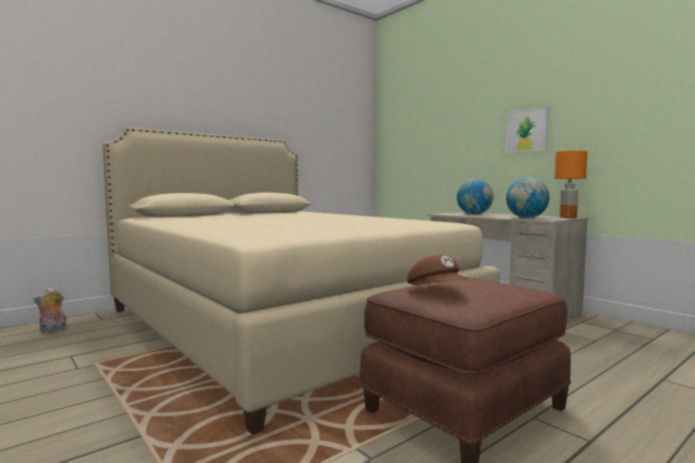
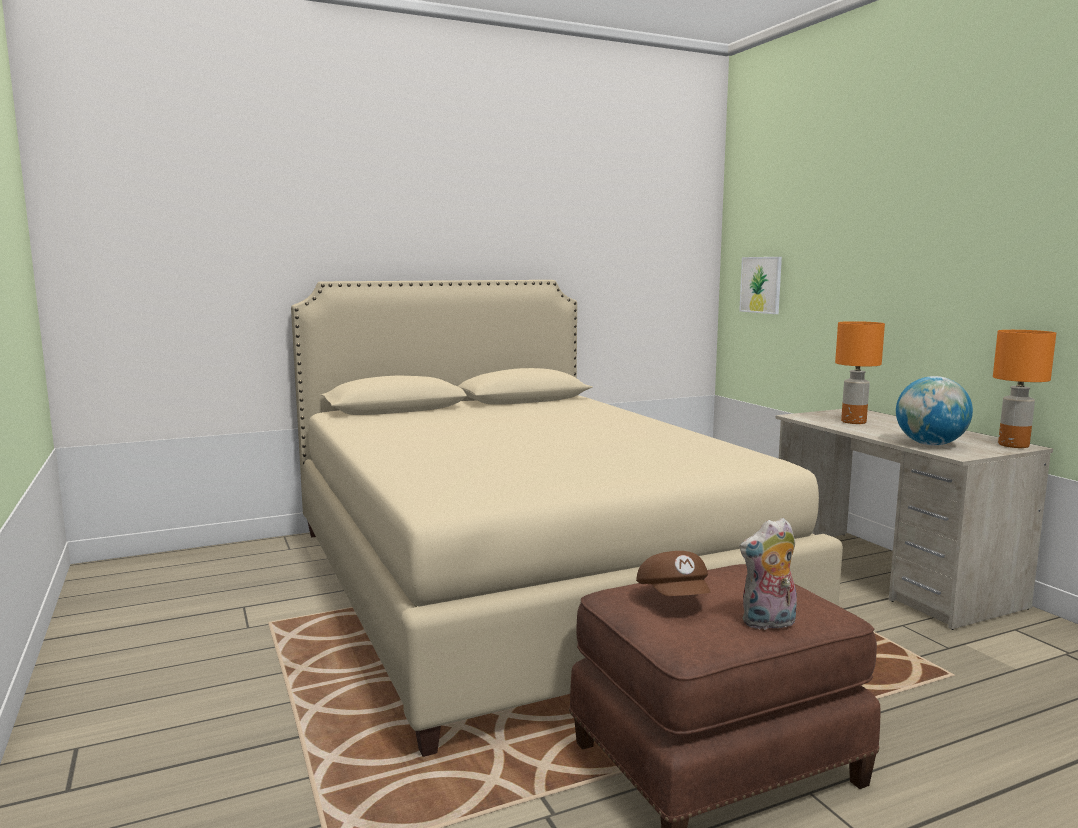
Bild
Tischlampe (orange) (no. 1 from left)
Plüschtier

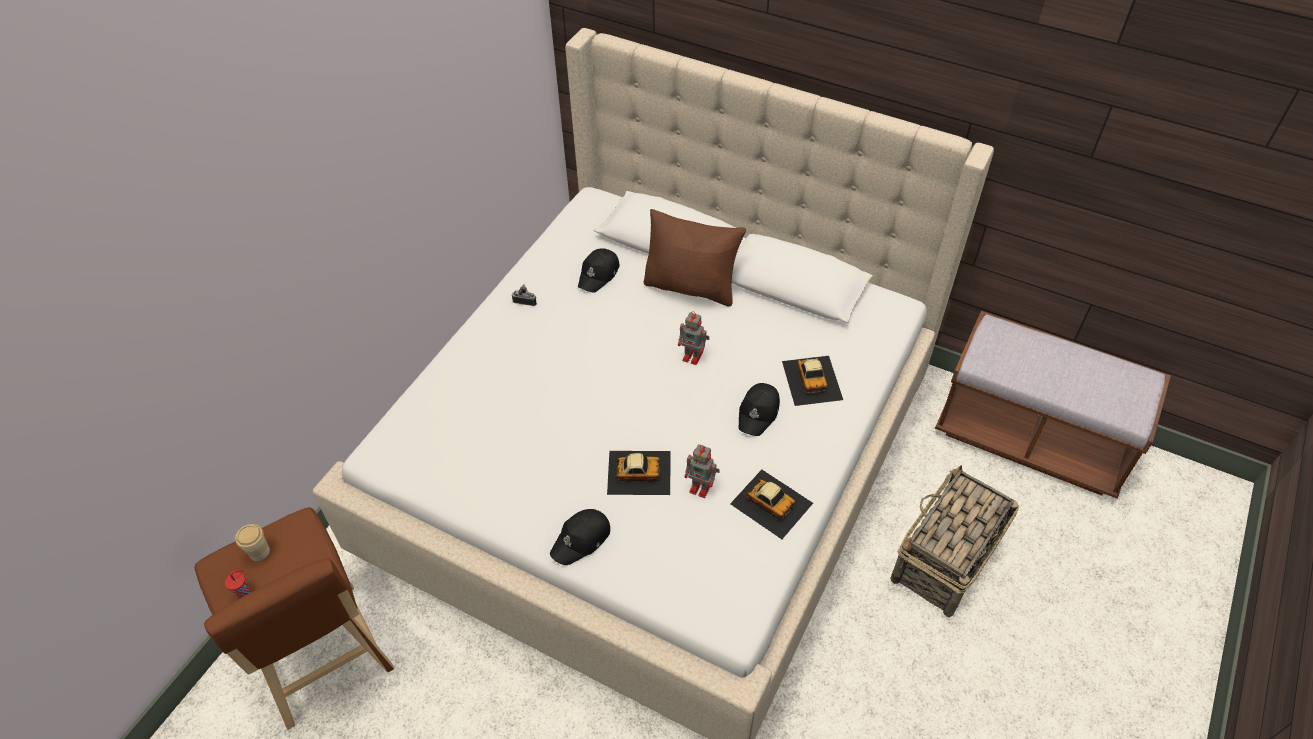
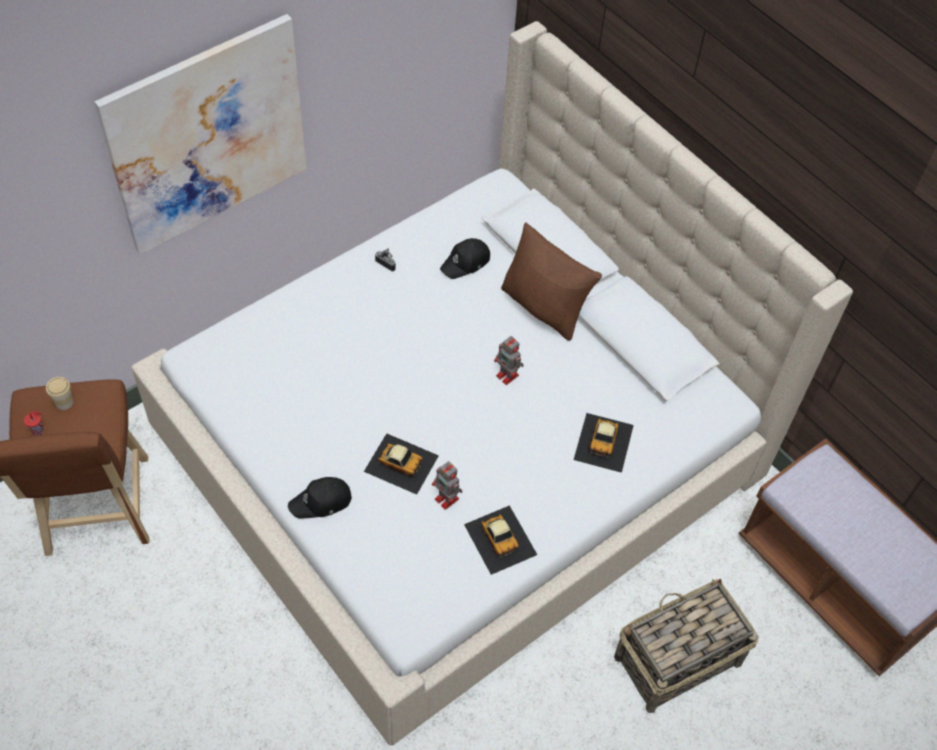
Kappe (schwarz) (no. 3 from left in the first image)
Bild

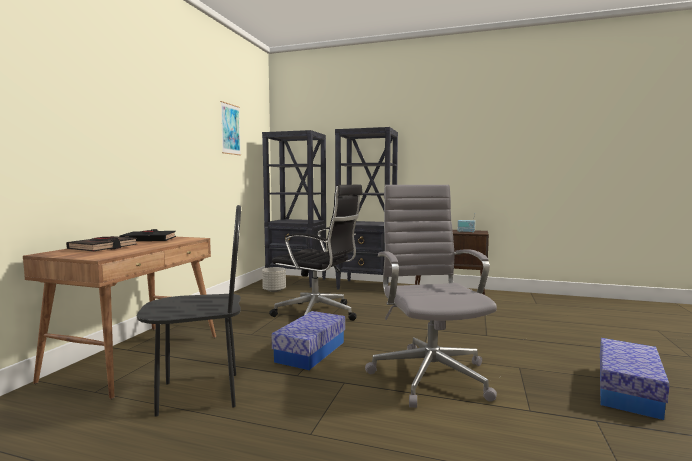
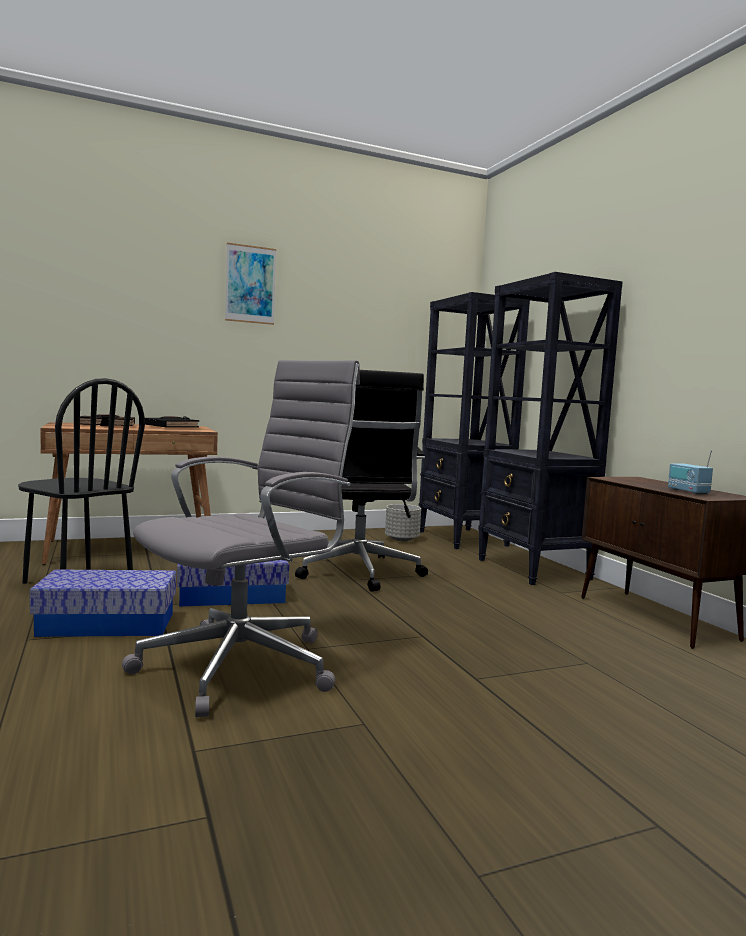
Bild
Aufbewahrungsbox (no. 1 from left)

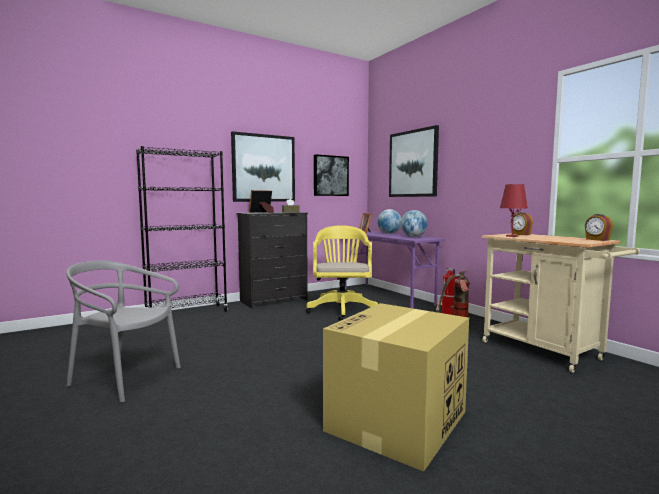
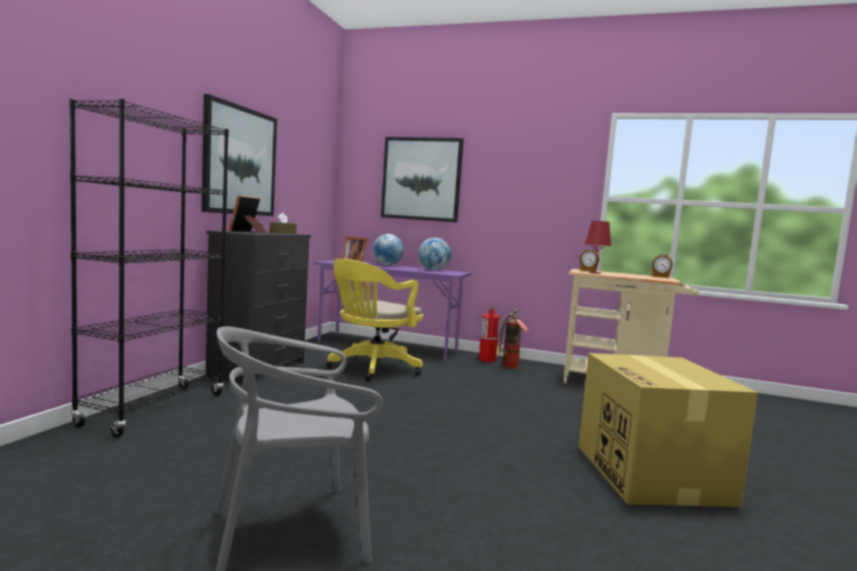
Bild (no. 2 from left in the first image)
Bürostuhl (gelb)

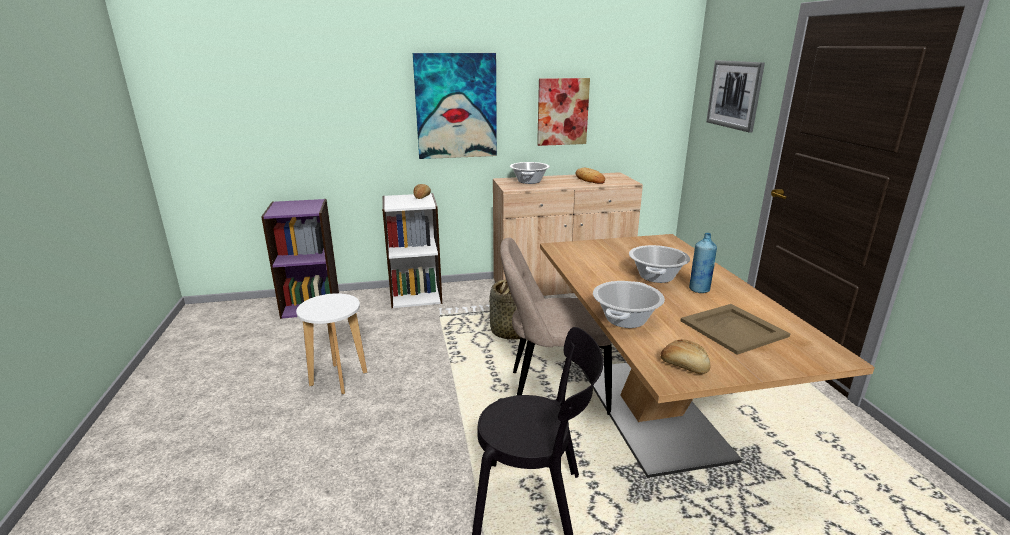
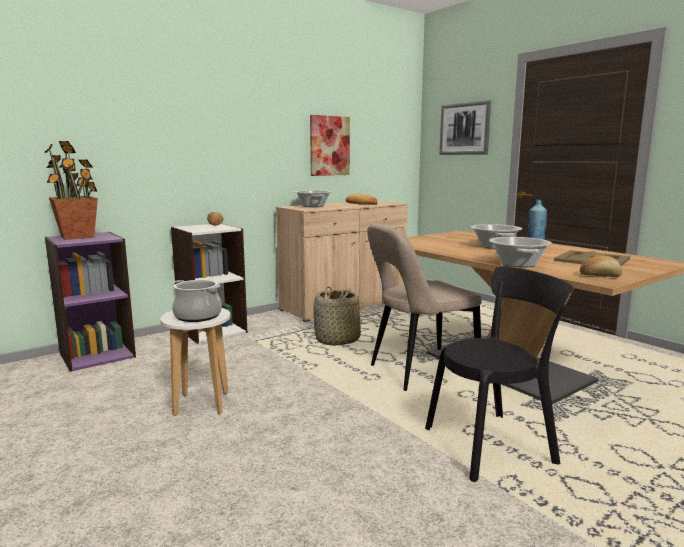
Bild (no. 1 from left in the first image)
Topfpflanze
Kochtopf (no. 1 from left)

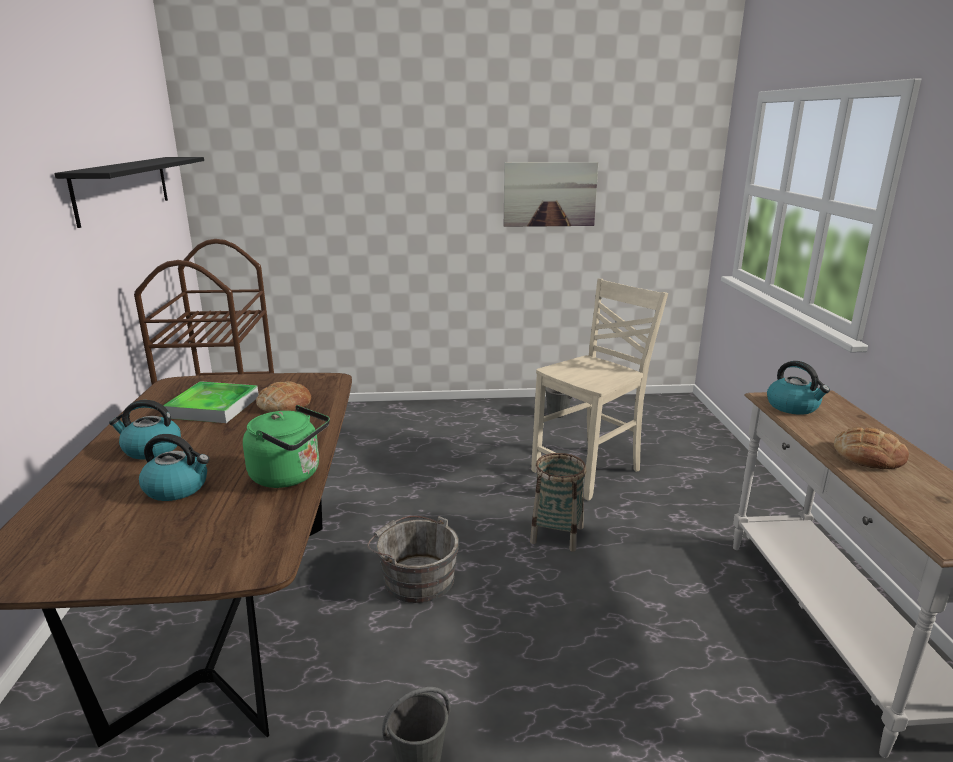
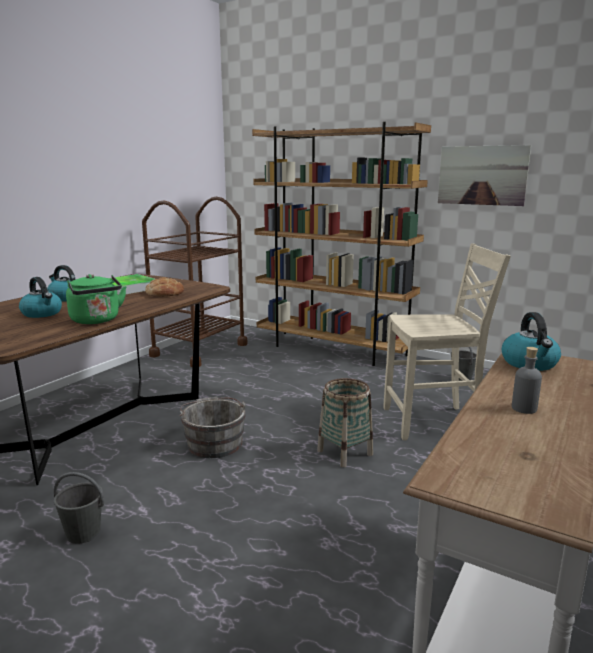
Wandregal (schwarz)
Flasche (grau)
Bücherregal (braun)

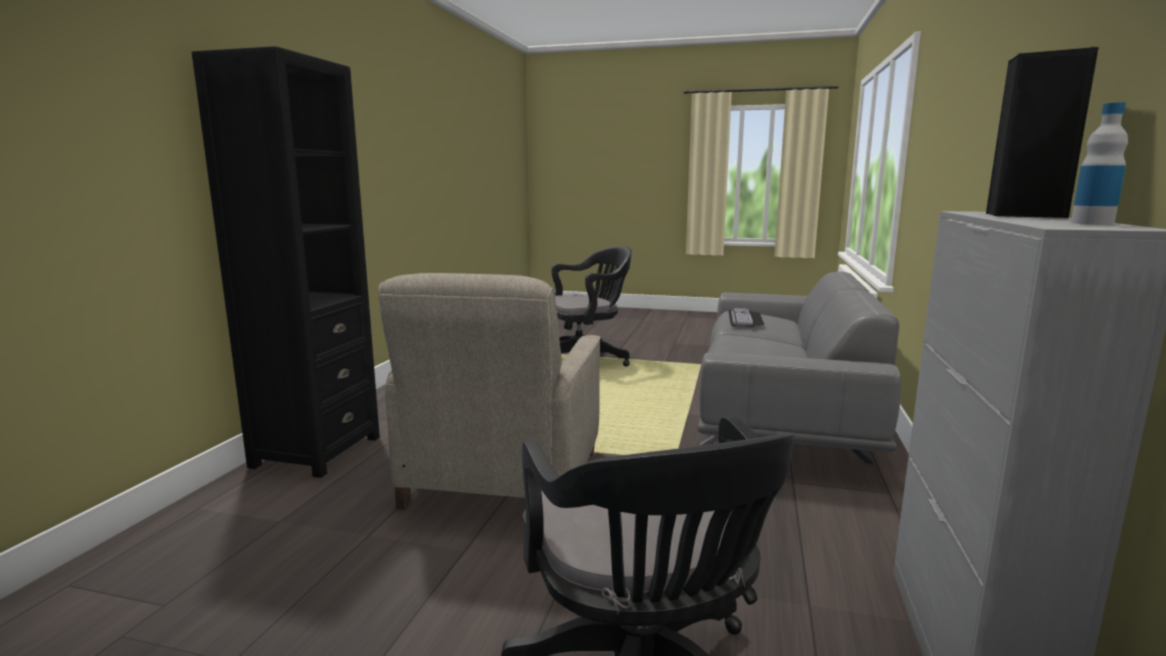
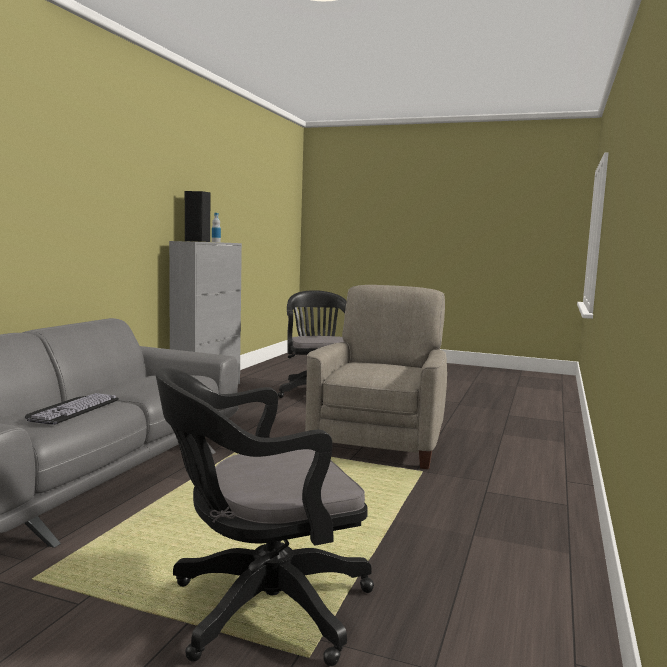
Bücherregal (schwarz)

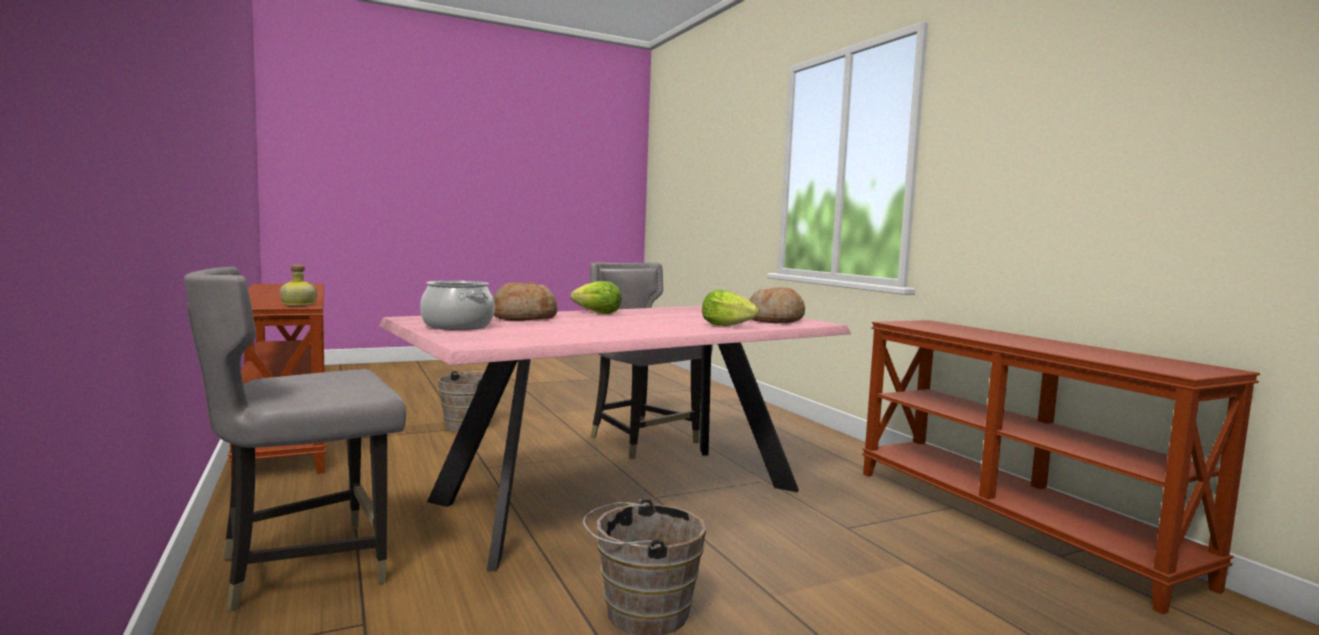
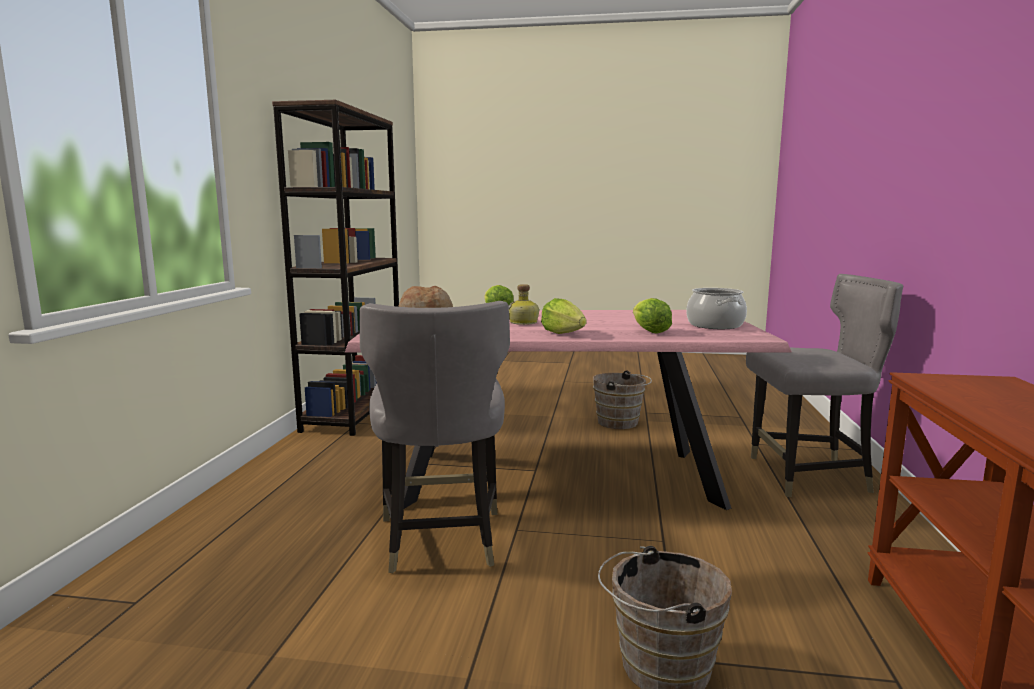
Flasche
Salatkopf (no. 3 from left)
Bücherregal (braun)

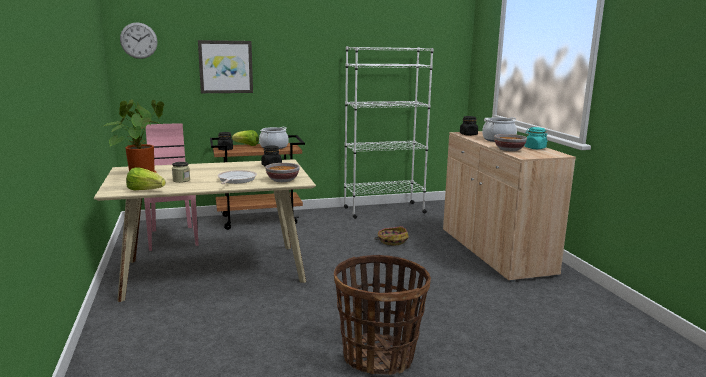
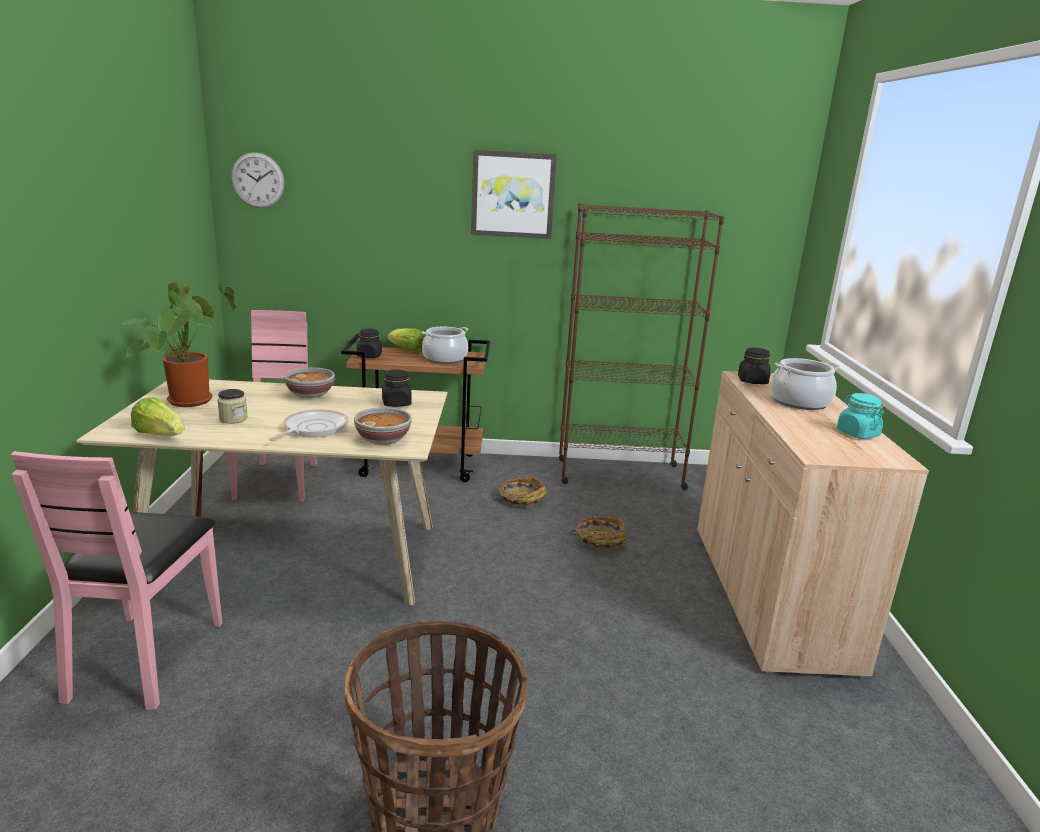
Bild
Bücherregal (braun)
Schüssel (no. 1 from left)
Stuhl (rosa) (no. 1 from left)
Korb (no. 2 from left)

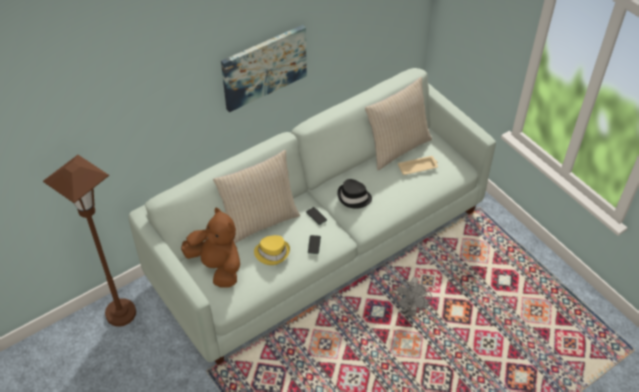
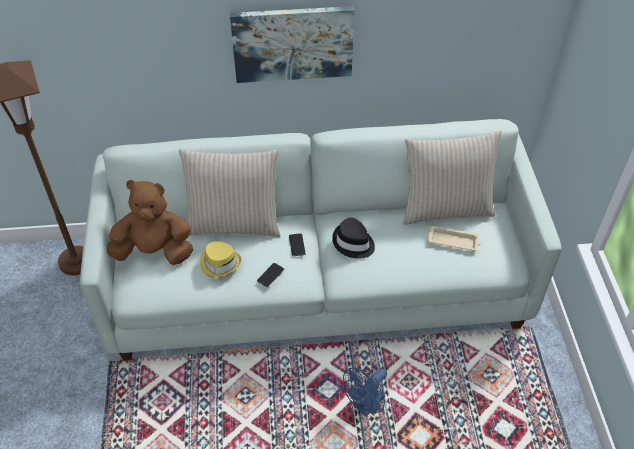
Plüschtier (braun)
Ventilator (blau)

